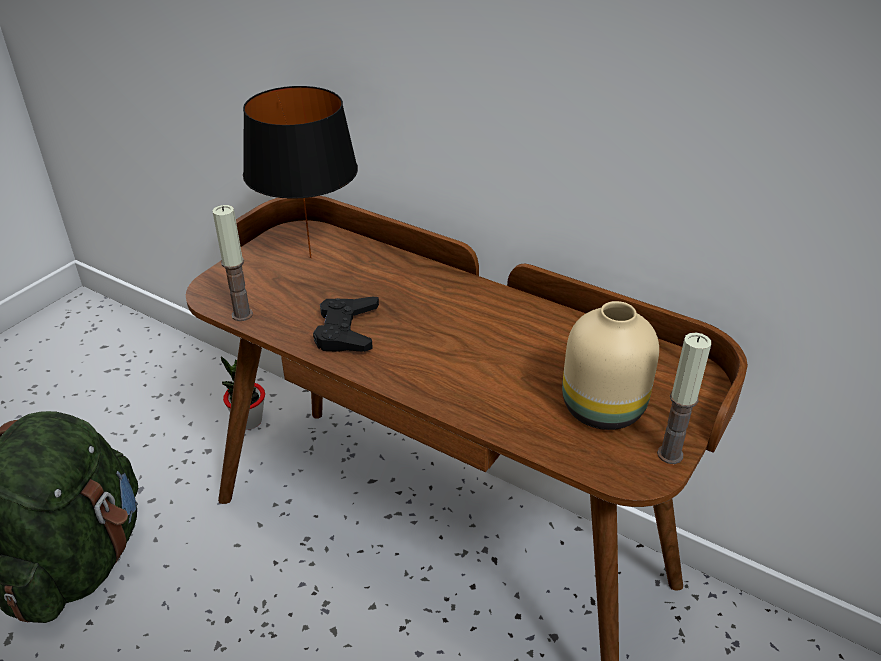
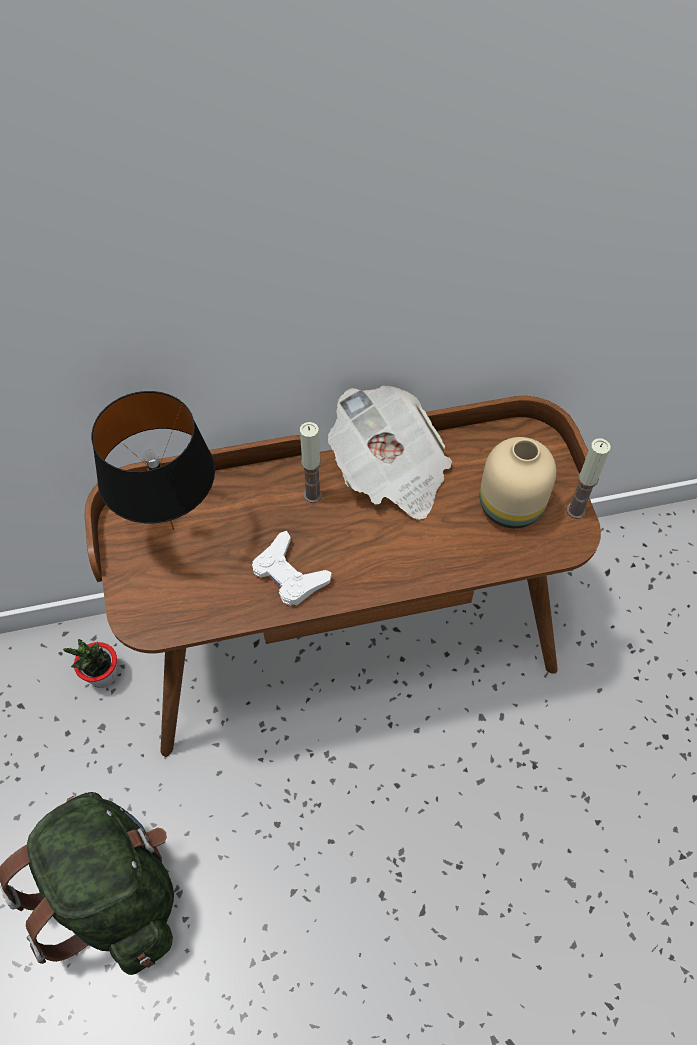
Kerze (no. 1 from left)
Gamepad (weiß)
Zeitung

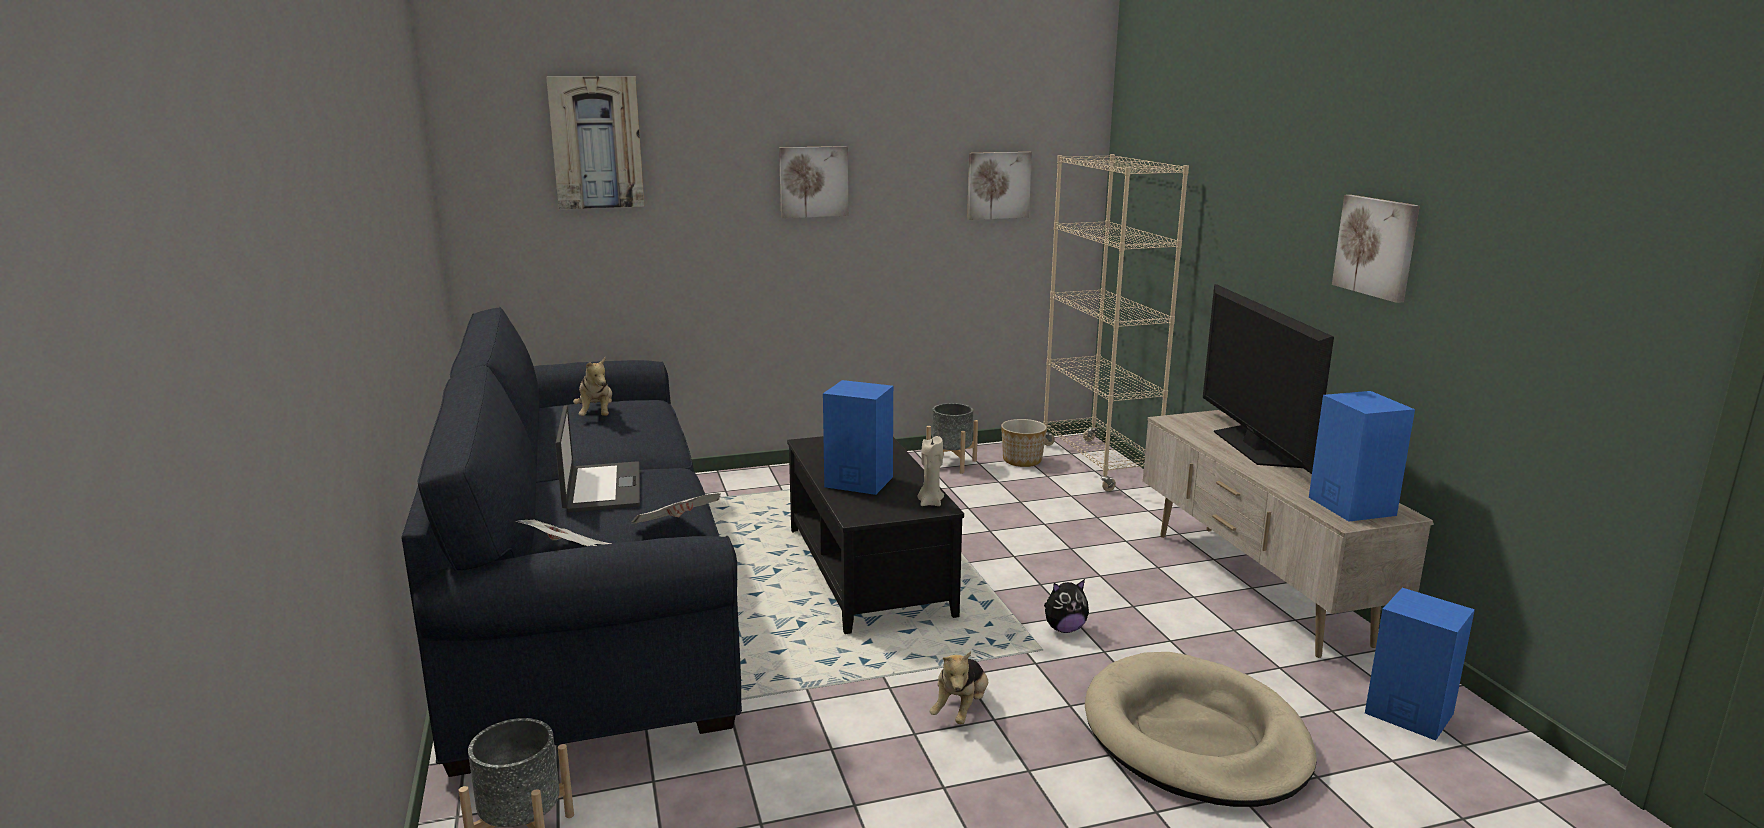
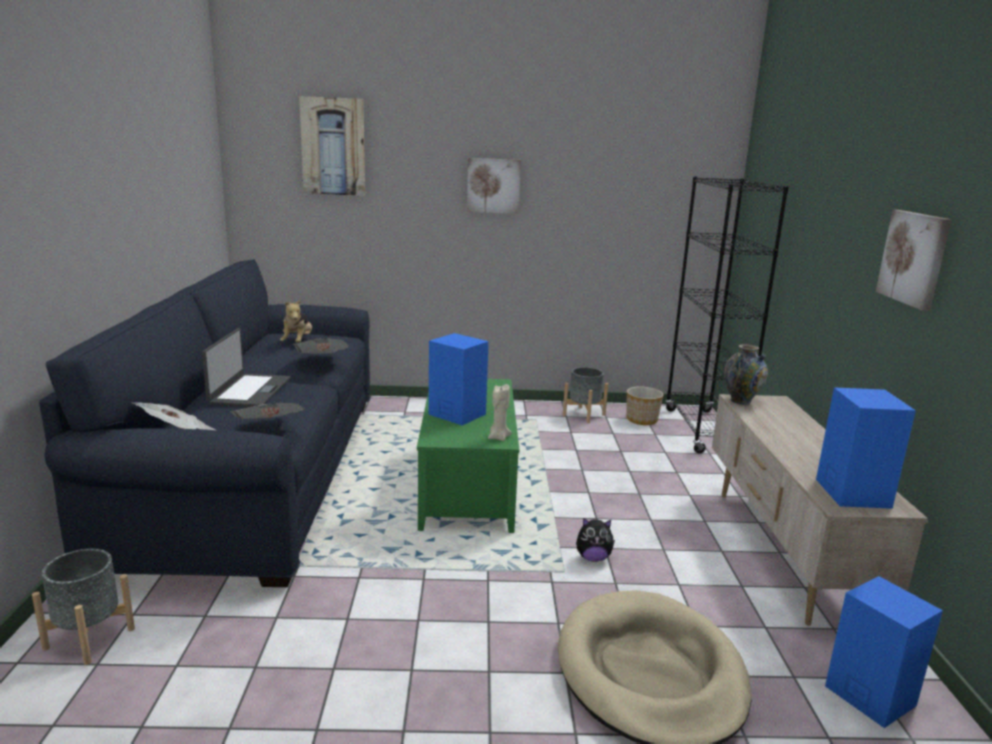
Bild (no. 3 from left in the first image)
Bücherregal (schwarz)
Fernseher
Couchtisch (grün)
Plüschtier (no. 2 from left in the first image)
Zeitung (no. 3 from left)
Vase

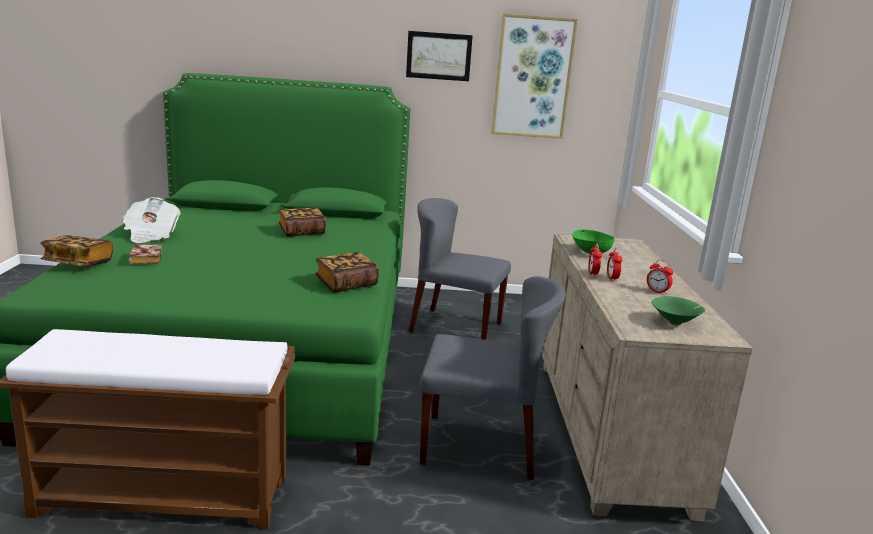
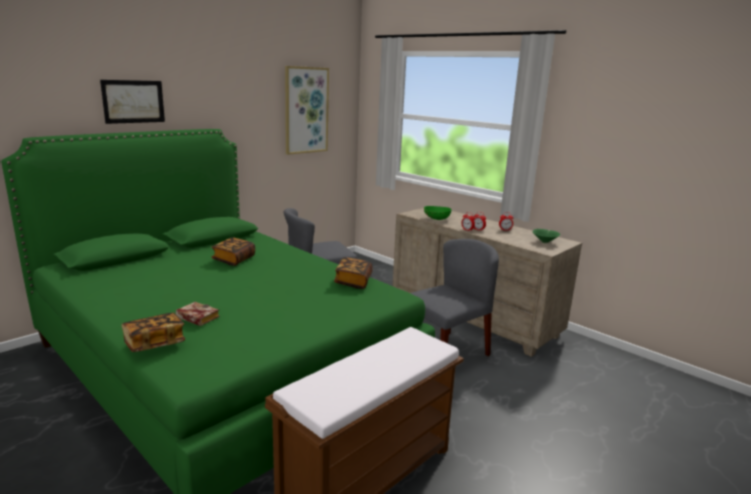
Bild (no. 1 from left)
Zeitung

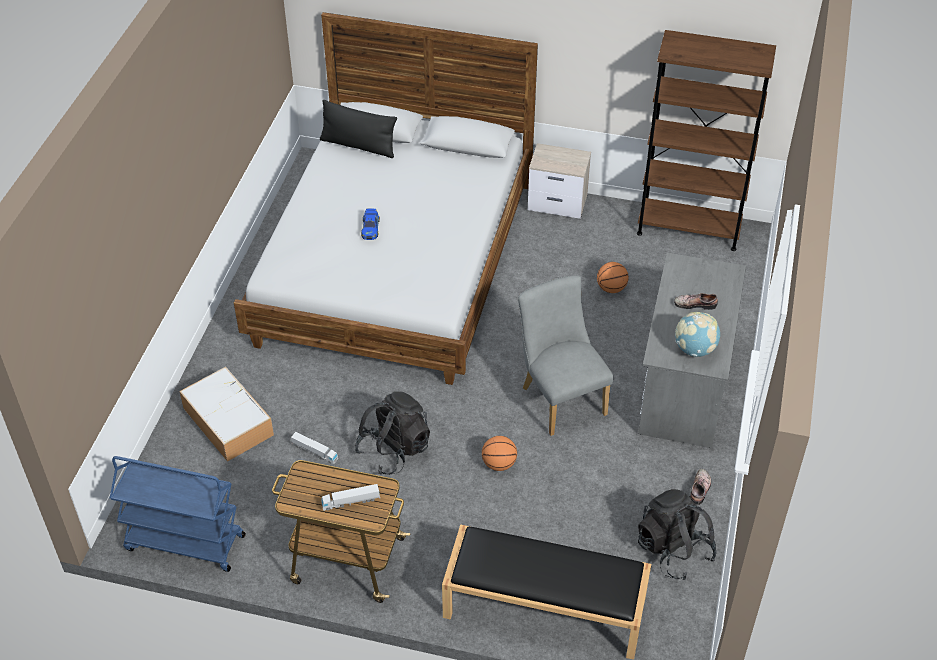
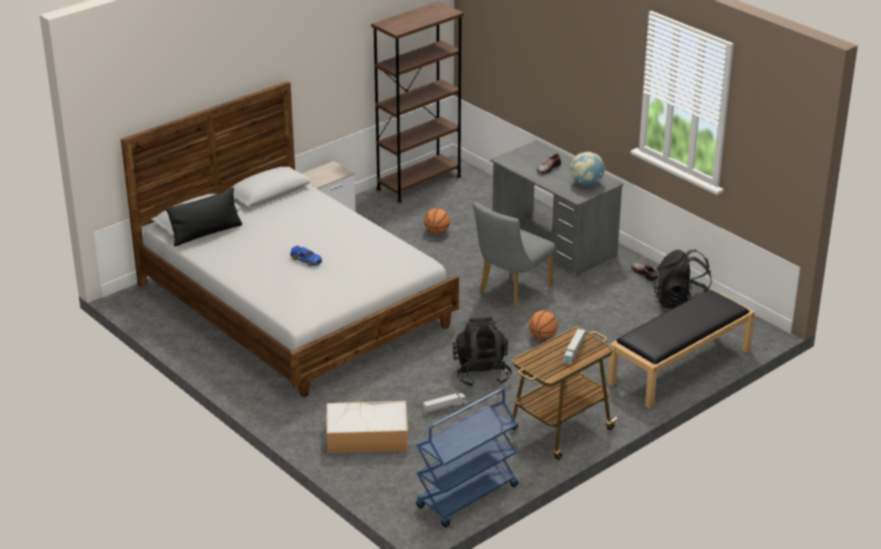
Stuhl (grau)

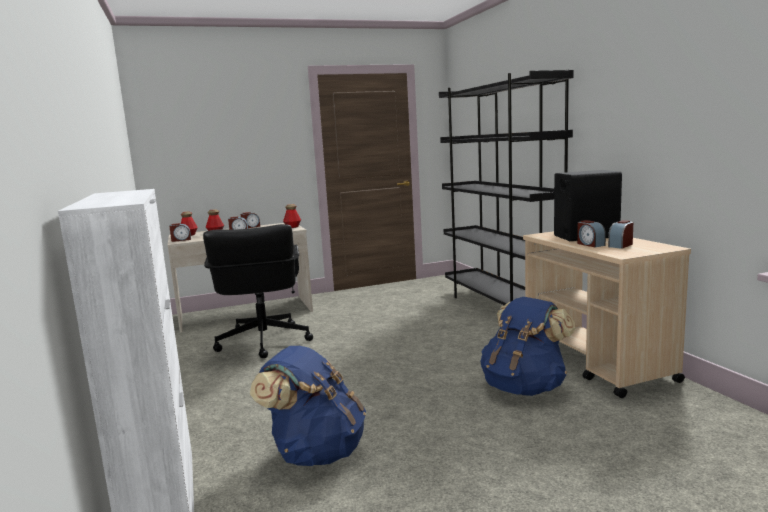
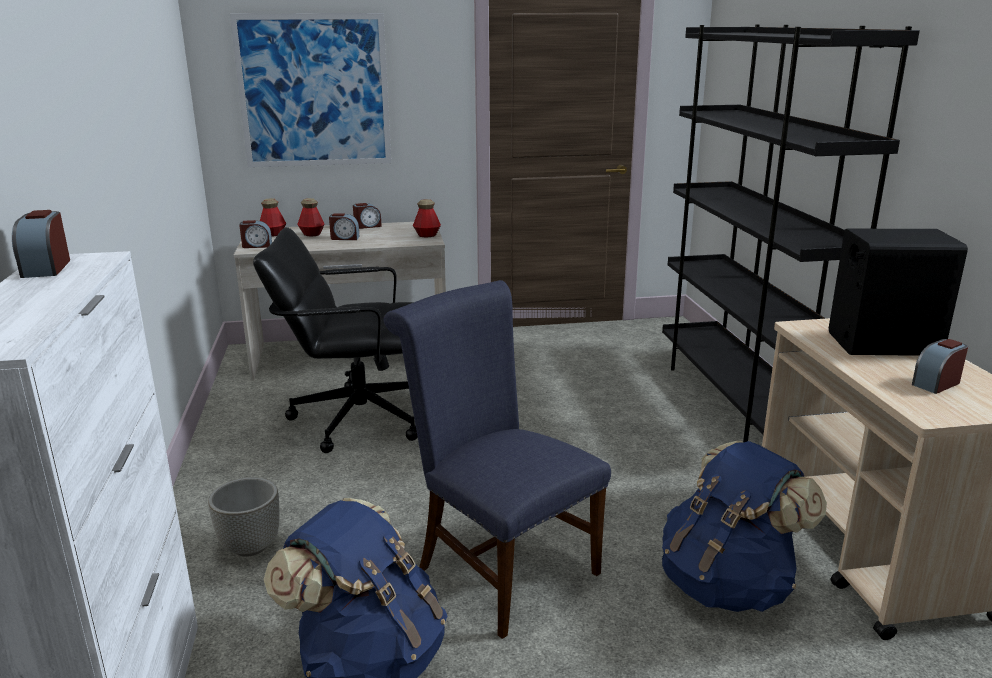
Wecker (no. 1 from left)
Bürostuhl (schwarz)
Bild
Stuhl (blau)
Pflanzkübel (grau)

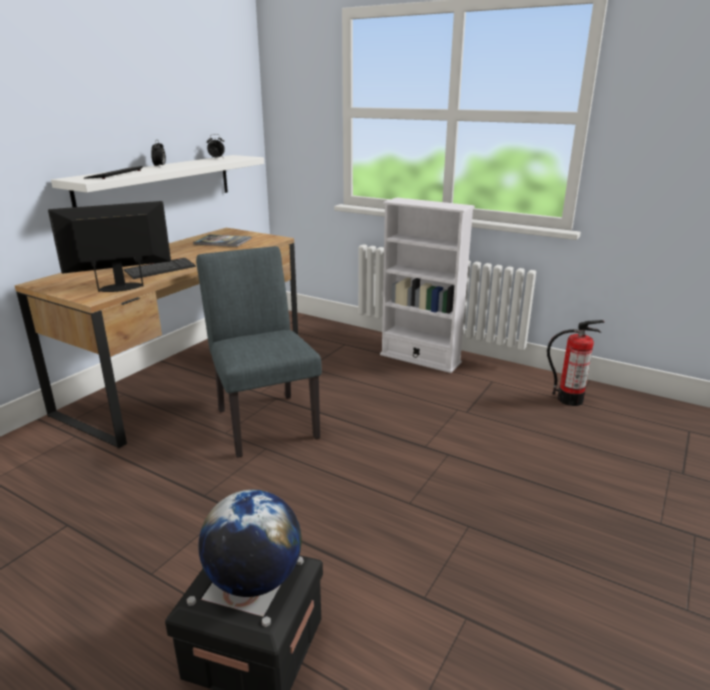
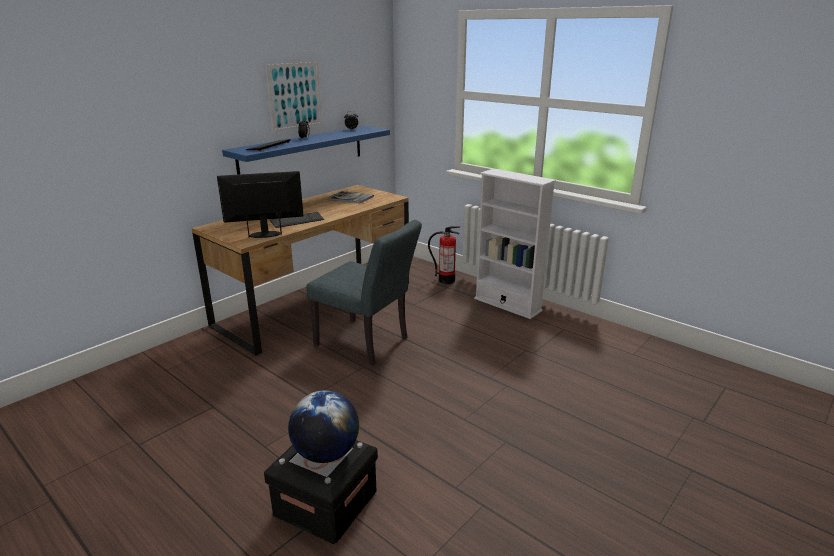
Wandregal (blau)
Stuhl (grau)
Feuerlöscher
Bild

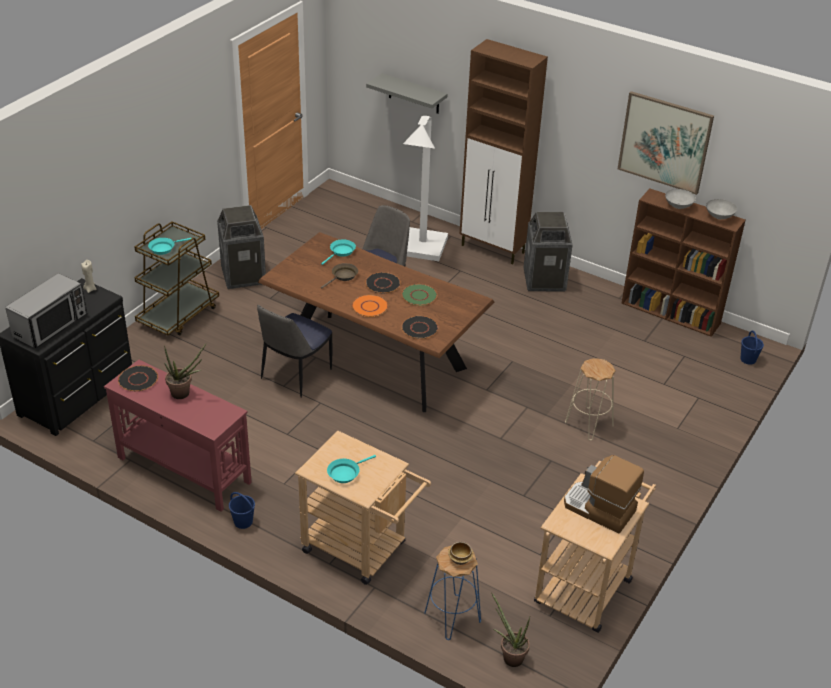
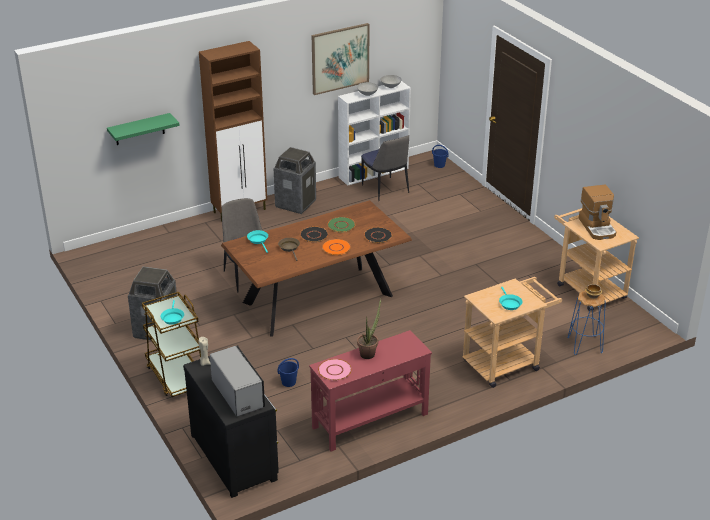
Wandregal (grün)
Stehlampe (weiß)
Bücherregal (weiß)
Stuhl (no. 2 from left)
Hocker (beige)
Teller (rosa)
Kaffeemaschine
Eimer (blau) (no. 1 from left)
Topfpflanze (no. 2 from left in the first image)

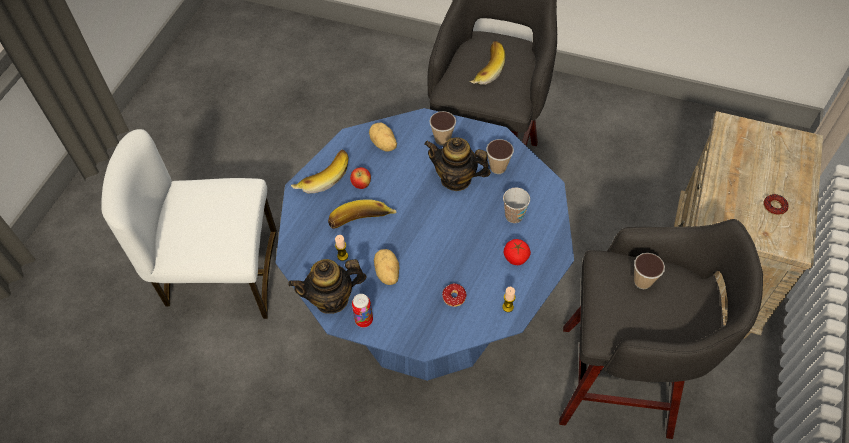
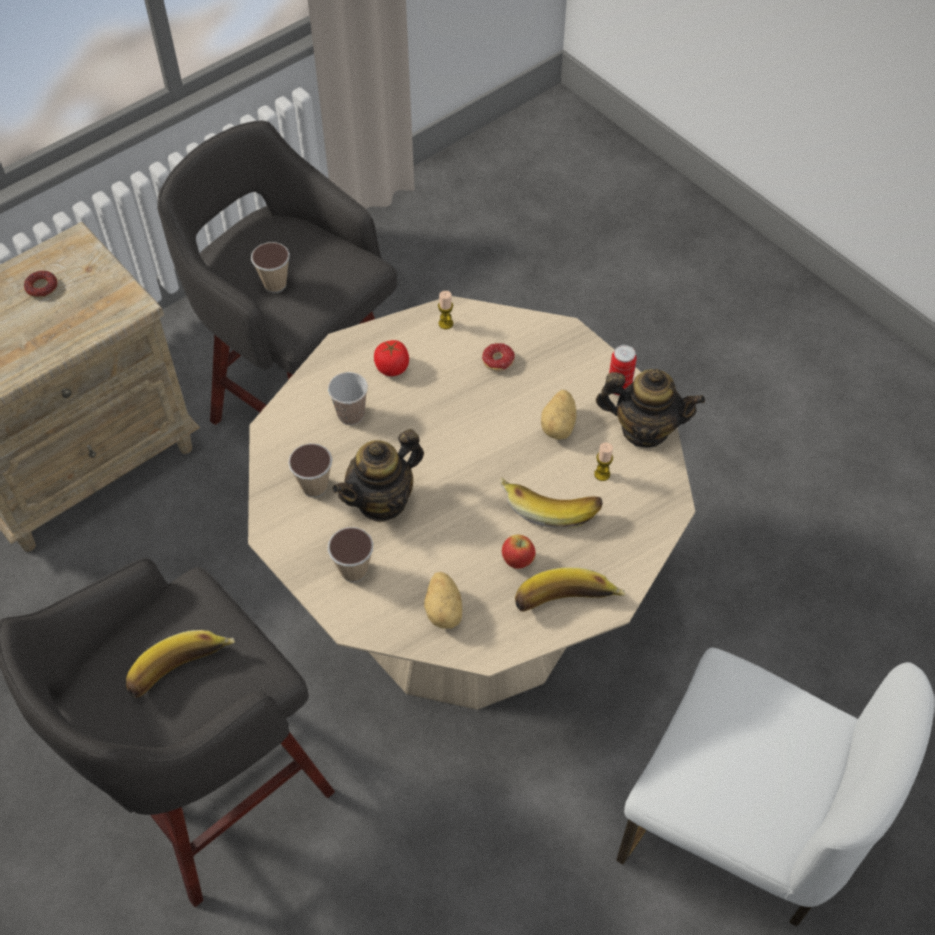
Esstisch (beige)
Teekanne (no. 1 from left)

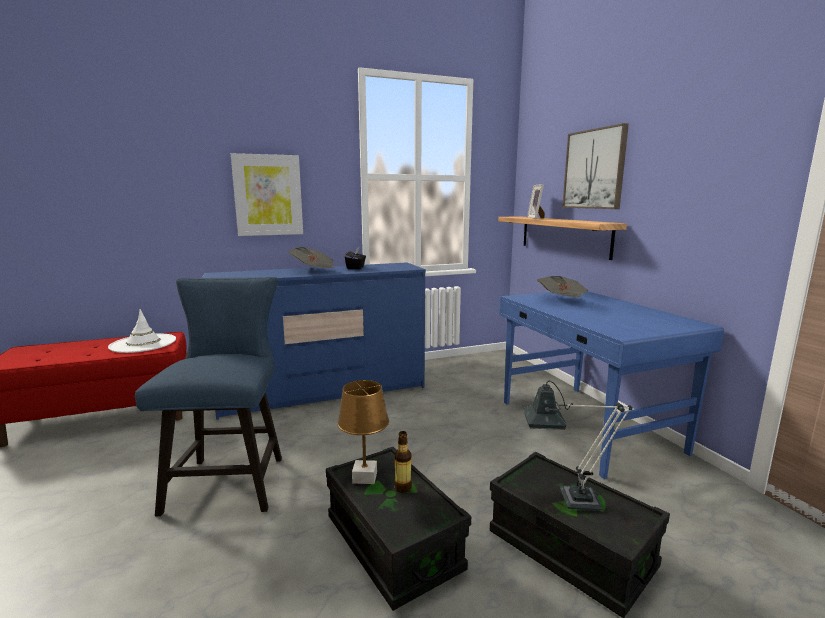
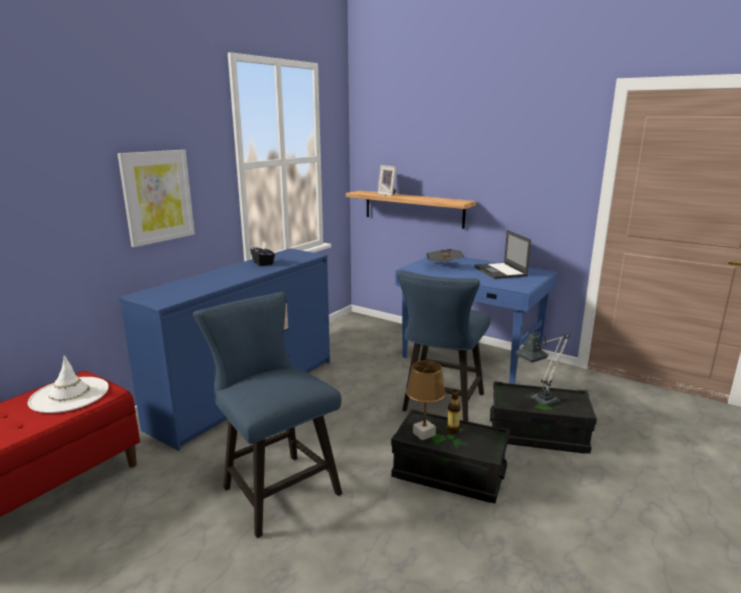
Bild (no. 2 from left in the first image)
Zeitung (no. 1 from left in the first image)
Laptop
Stuhl (blau) (no. 2 from left)

